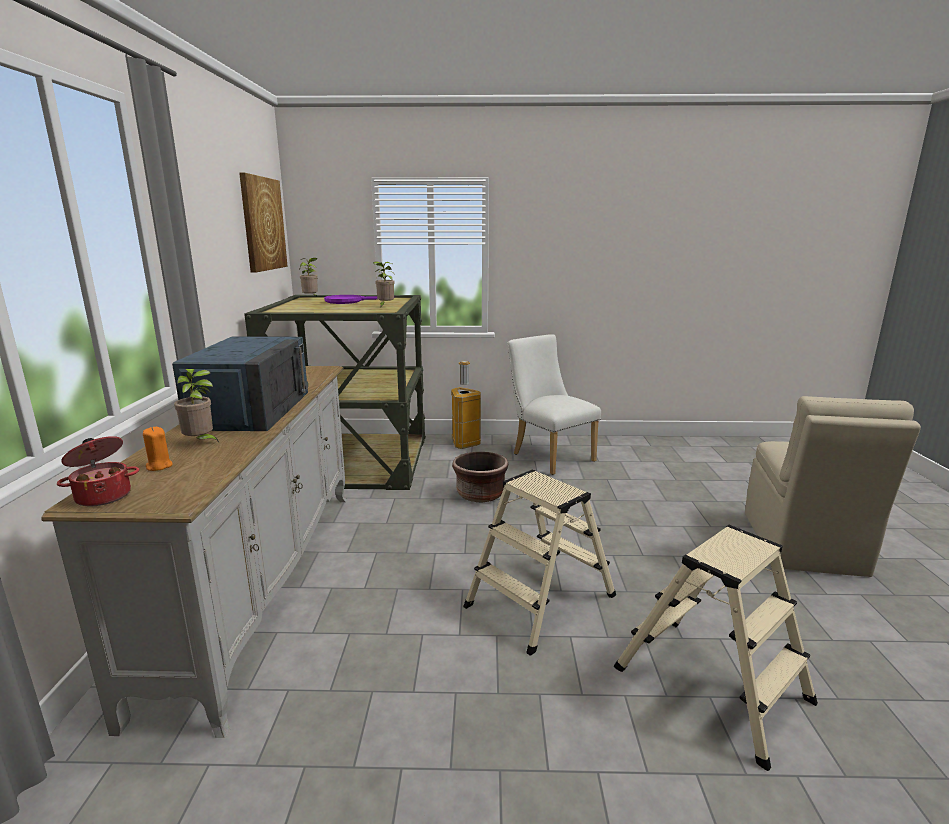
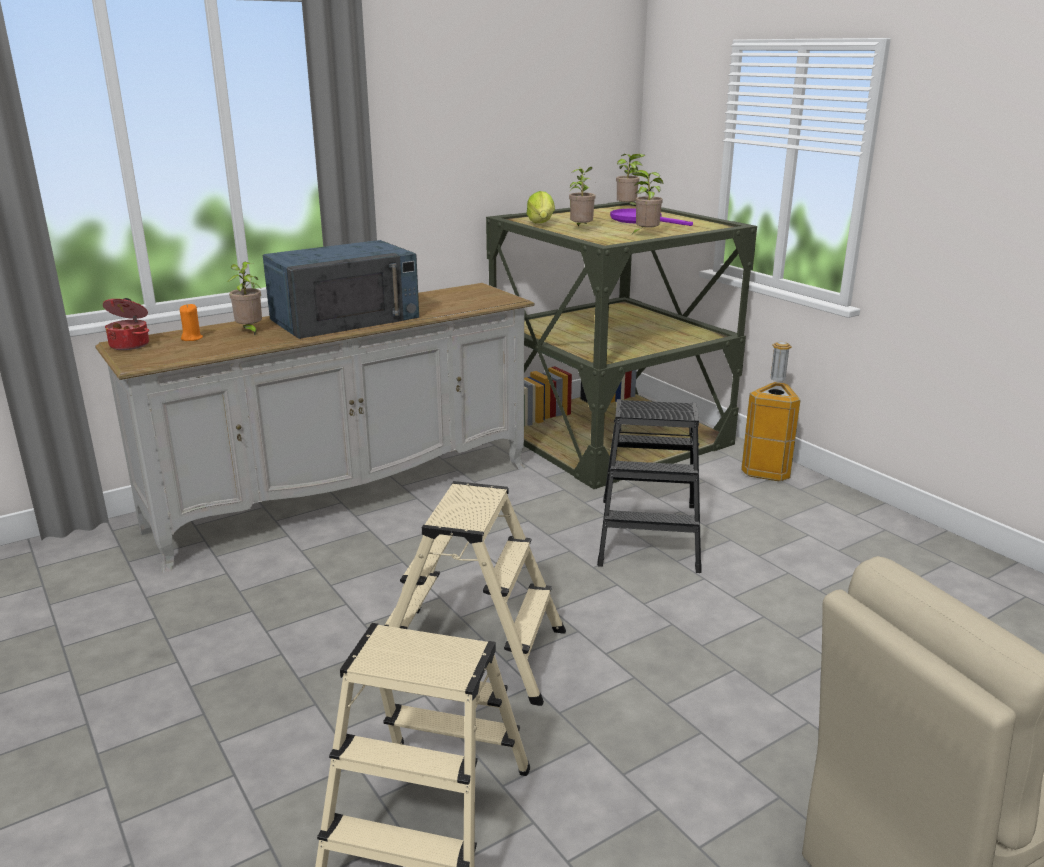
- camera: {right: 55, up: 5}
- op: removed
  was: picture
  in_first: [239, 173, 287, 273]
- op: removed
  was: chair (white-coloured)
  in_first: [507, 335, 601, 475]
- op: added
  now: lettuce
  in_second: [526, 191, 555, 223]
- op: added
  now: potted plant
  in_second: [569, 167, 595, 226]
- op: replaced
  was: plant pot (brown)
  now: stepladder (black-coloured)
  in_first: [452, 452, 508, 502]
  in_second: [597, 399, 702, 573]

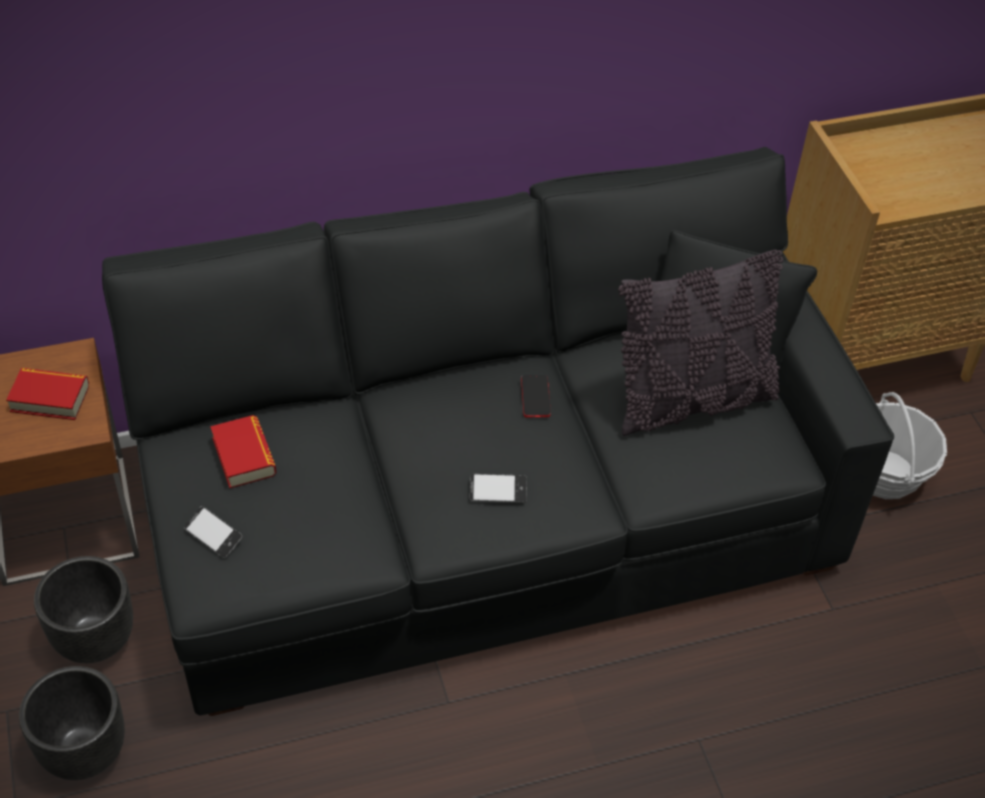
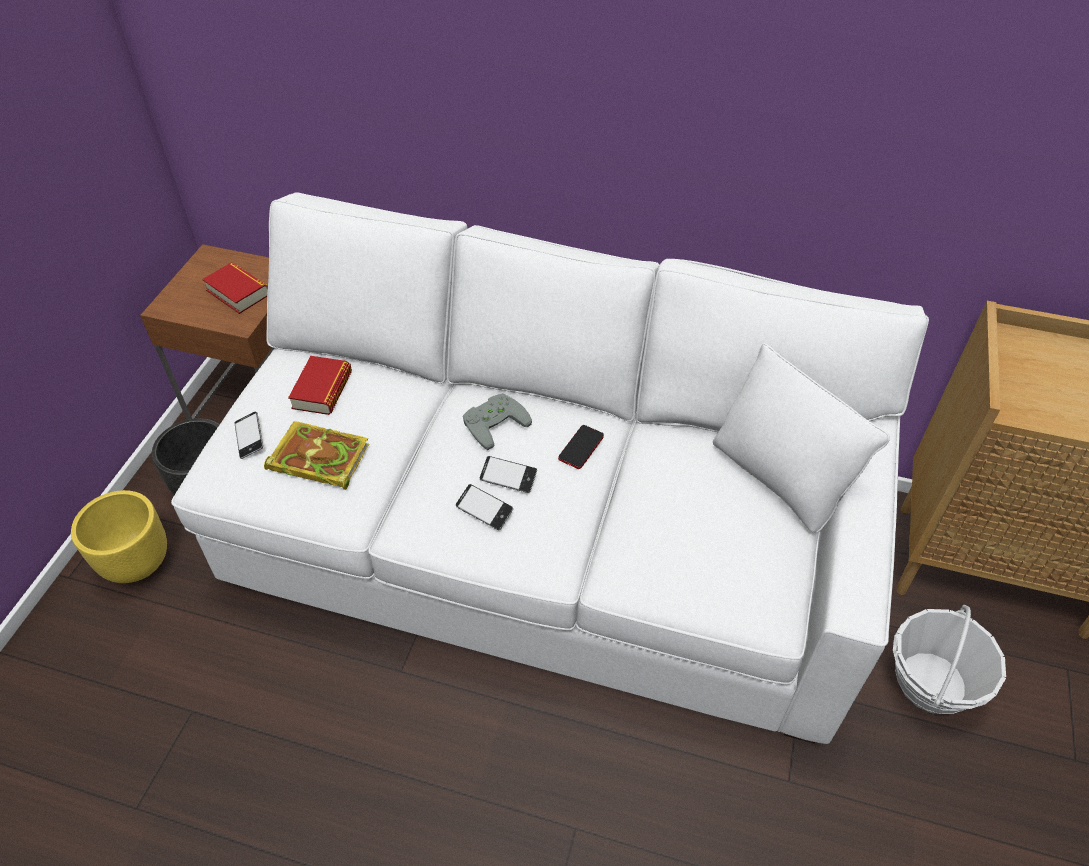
- camera: {right: 35, up: 0}
- op: removed
  was: throw pillow (black-coloured)
  in_first: [618, 250, 783, 436]
- op: added
  now: bound book
  in_second: [264, 421, 369, 490]
- op: added
  now: game controller (greyish)
  in_second: [463, 393, 532, 450]
- op: added
  now: handset
  in_second: [480, 456, 537, 493]
- op: recoloured
  was: plant pot (black-coloured)
  now: plant pot (yellow-coloured)
  in_first: [19, 666, 125, 780]
  in_second: [71, 490, 167, 583]
- op: recoloured
  was: settee (black-coloured)
  now: settee (white-coloured)
  in_first: [102, 147, 894, 716]
  in_second: [171, 192, 929, 744]

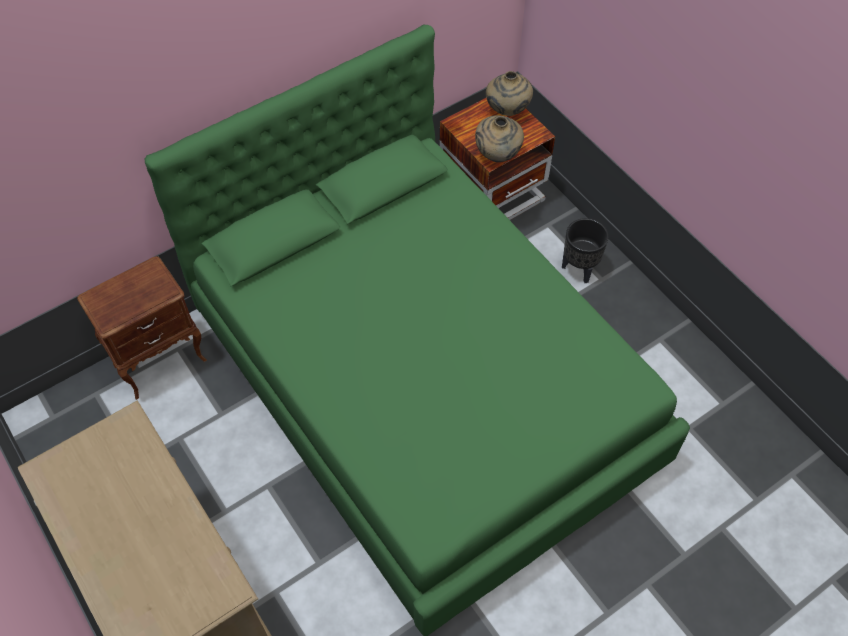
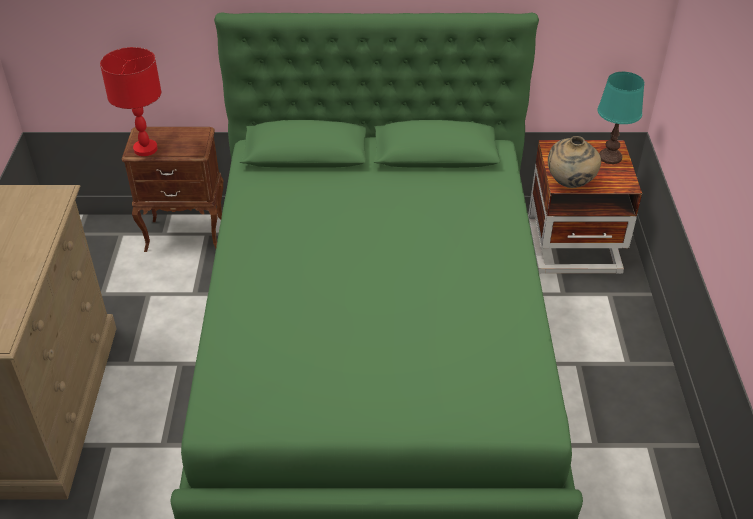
- camera: {right: 35, up: -15}
- op: removed
  was: plant pot (black-coloured)
  in_first: [562, 218, 609, 283]
- op: added
  now: lamp for a table (red)
  in_second: [100, 47, 161, 156]
- op: replaced
  was: decorative vase (beige-coloured)
  now: lamp for a table (blue-green)
  in_first: [486, 71, 533, 116]
  in_second: [597, 72, 644, 164]

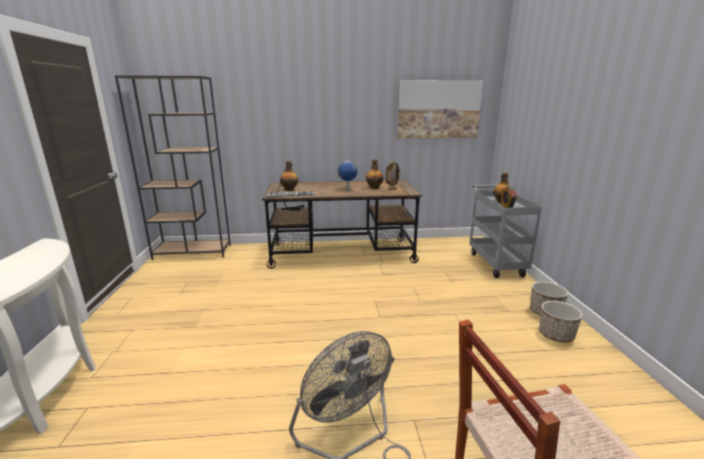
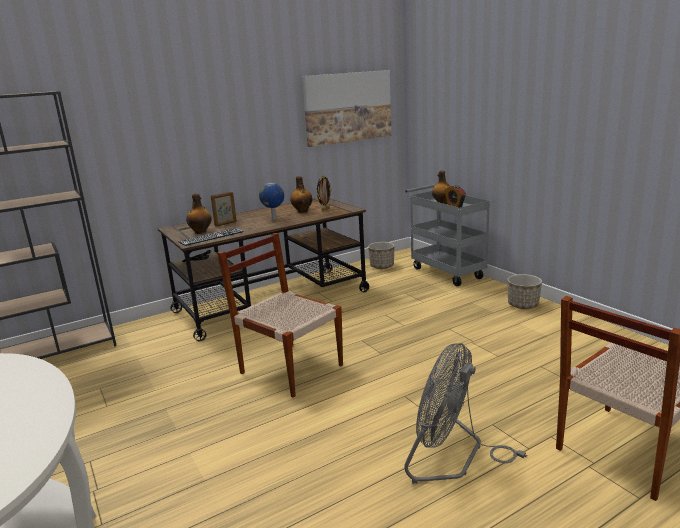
- camera: {right: -25, up: 0}
- op: added
  now: photo frame
  in_second: [211, 192, 237, 226]
- op: added
  now: chair
  in_second: [217, 233, 343, 398]
- op: moved
  was: plant pot
  in_first: [539, 301, 583, 343]
  in_second: [368, 242, 395, 269]

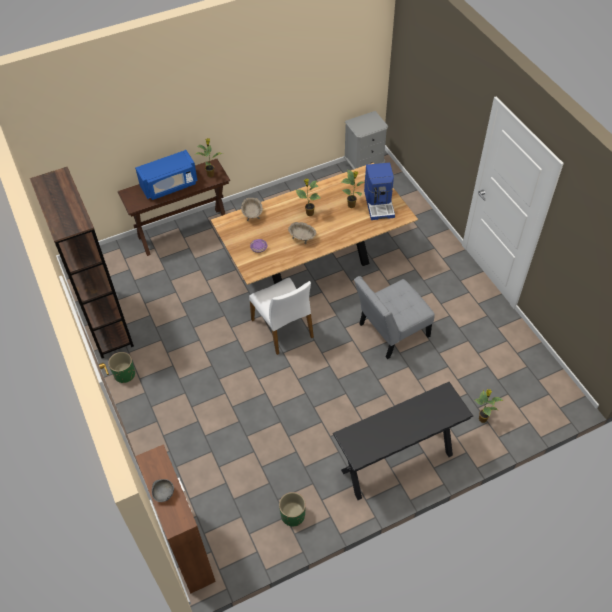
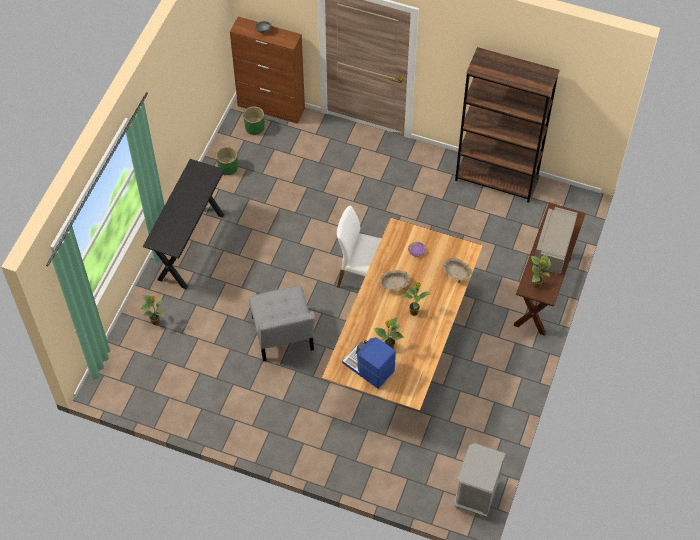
- camera: {right: 135, up: 5}
- op: moved
  was: plant pot (green-coloured)
  in_first: [108, 352, 135, 383]
  in_second: [243, 106, 265, 136]
- op: recoloured
  was: microwave oven (blue)
  now: microwave oven (greyish)
  in_first: [135, 150, 198, 200]
  in_second: [535, 207, 578, 275]
- op: turned
  was: chair (greyish)
  in_first: [354, 276, 435, 359]
  in_second: [249, 286, 315, 362]
  clockwise: 150

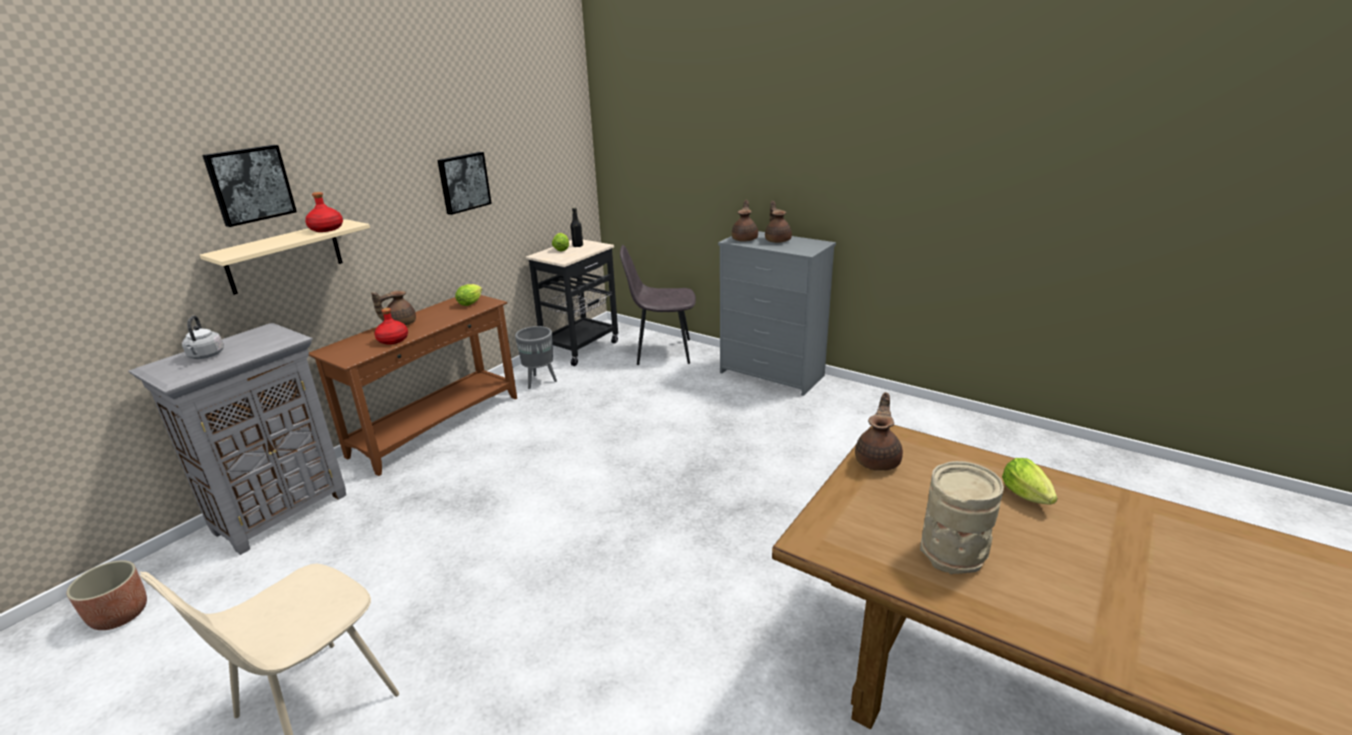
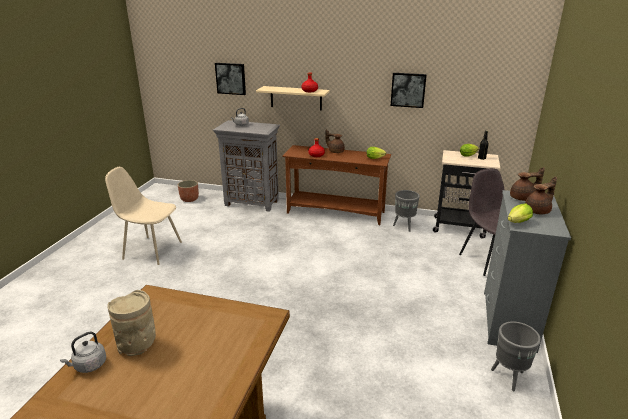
- camera: {right: 70, up: 0}
- op: removed
  was: pot for tea (brown)
  in_first: [855, 392, 903, 471]
- op: added
  now: tea kettle (greyish)
  in_second: [60, 332, 106, 373]
- op: added
  now: plant pot (greyish)
  in_second: [491, 322, 541, 391]
- op: moved
  was: picture
  in_first: [202, 145, 297, 227]
  in_second: [215, 63, 246, 95]
- op: moved
  was: lettuce
  in_first: [1002, 458, 1057, 504]
  in_second: [508, 203, 533, 223]

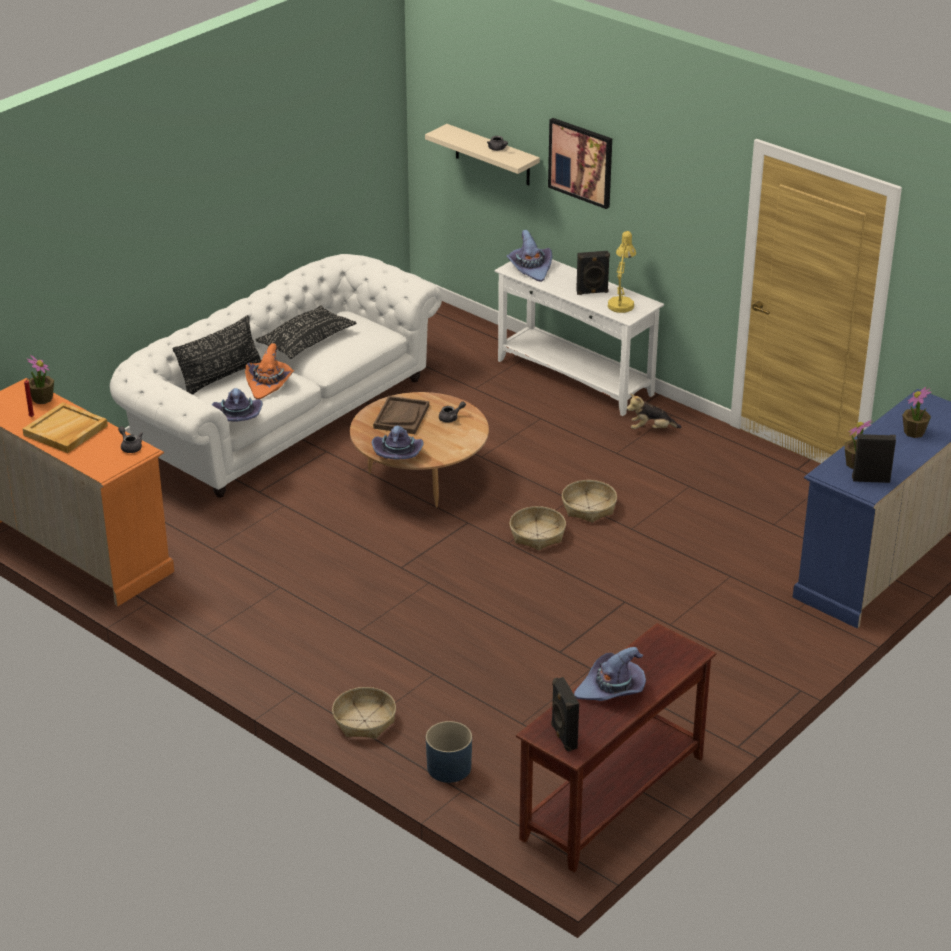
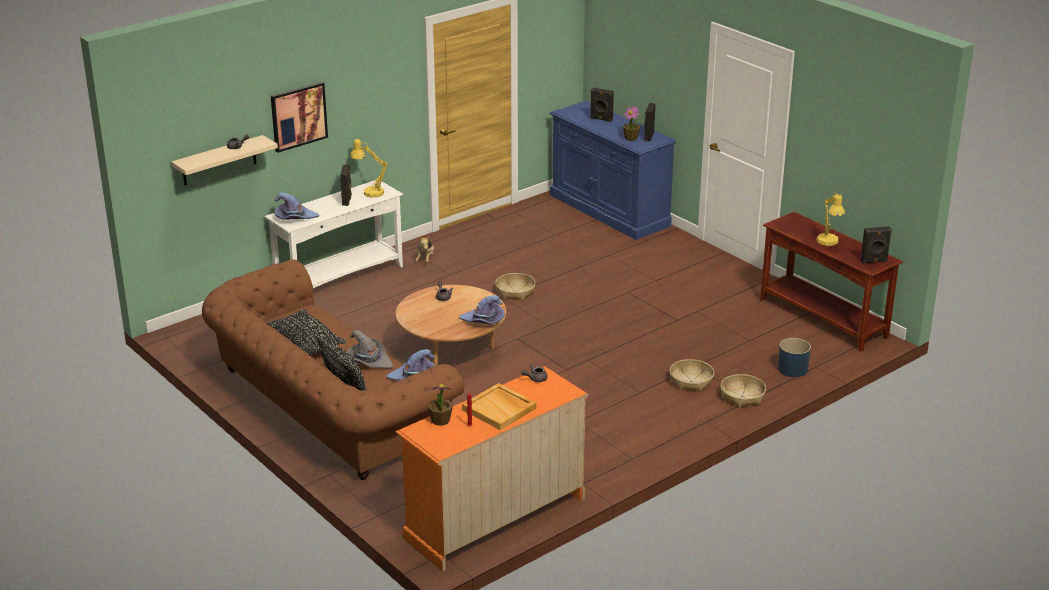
- camera: {right: -80, up: -5}
- op: removed
  was: tray (brown)
  in_first: [373, 396, 429, 434]
- op: moved
  was: household basket
  in_first: [509, 506, 566, 550]
  in_second: [669, 359, 714, 392]
- op: replaced
  was: wearable hat (purple)
  now: lamp for a table (yellow-coloured)
  in_first: [574, 647, 646, 701]
  in_second: [817, 193, 845, 246]
- op: replaced
  was: potted plant
  now: audio speaker (black-coloured)
  in_first: [902, 387, 931, 438]
  in_second: [590, 88, 614, 122]
- op: recoloured
  was: settee (white-coloured)
  now: settee (brown)
  in_first: [110, 254, 442, 498]
  in_second: [202, 259, 465, 480]
- op: recoloured
  was: wearable hat (orange)
  now: wearable hat (greyish)
  in_first: [245, 343, 294, 399]
  in_second: [347, 330, 393, 369]

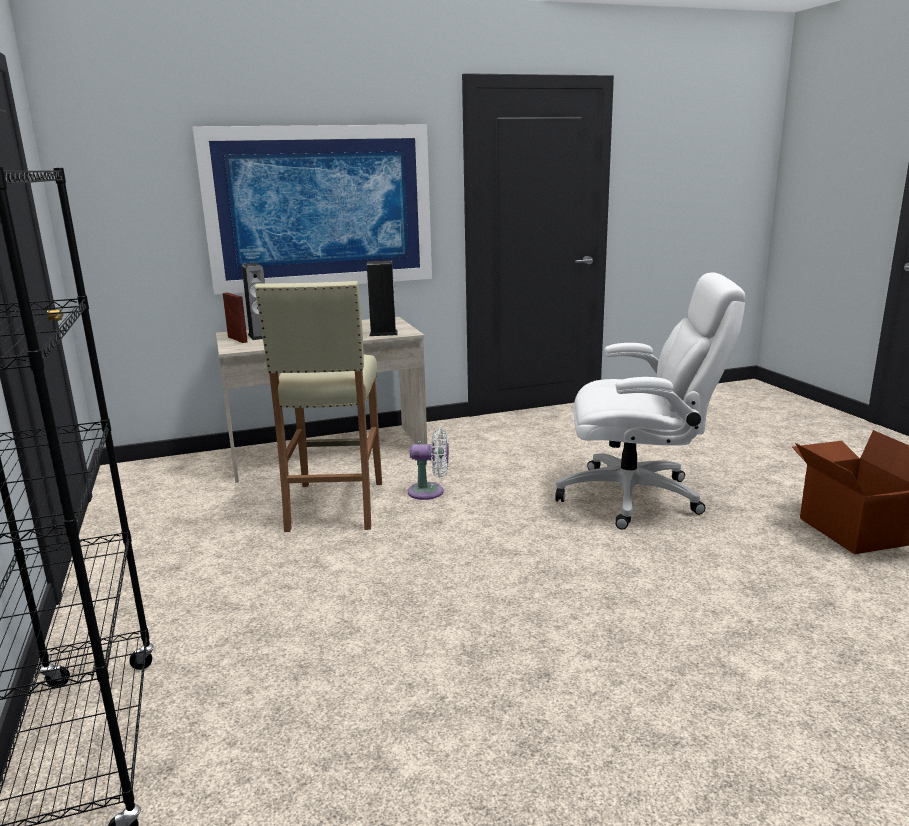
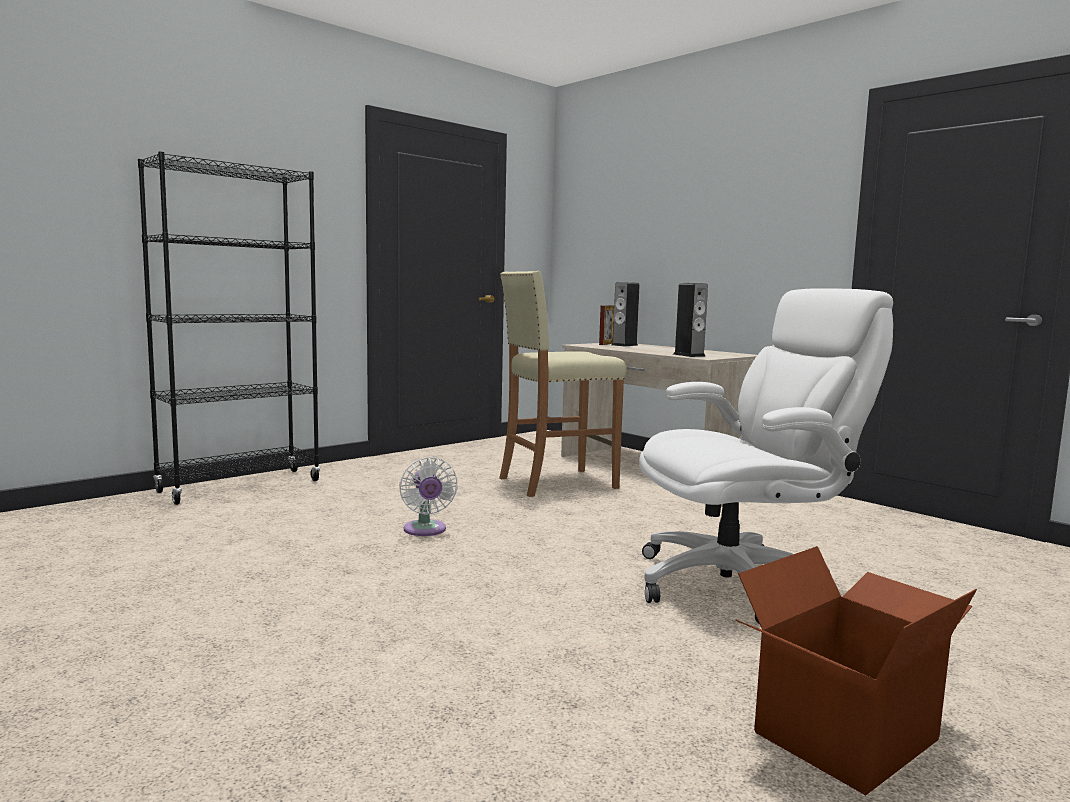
- camera: {right: 65, up: -10}
- op: removed
  was: picture
  in_first: [193, 124, 432, 295]
- op: moved
  was: fan (white-coloured)
  in_first: [408, 428, 449, 500]
  in_second: [399, 457, 458, 536]
- op: turned
  was: computer chair (white-coloured)
  in_first: [555, 272, 745, 530]
  in_second: [639, 288, 893, 623]
  clockwise: -90

